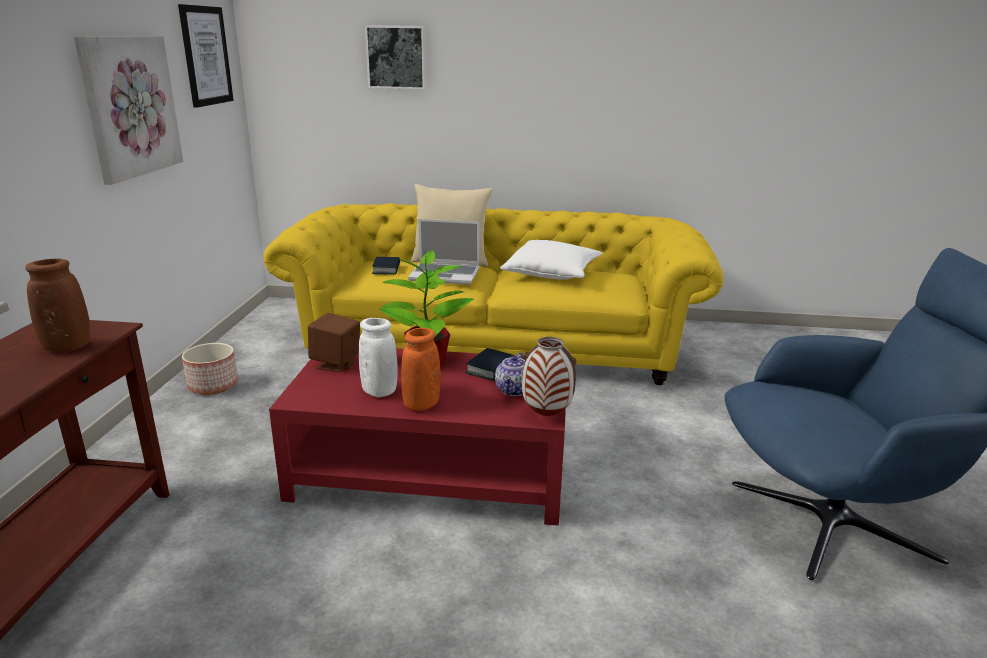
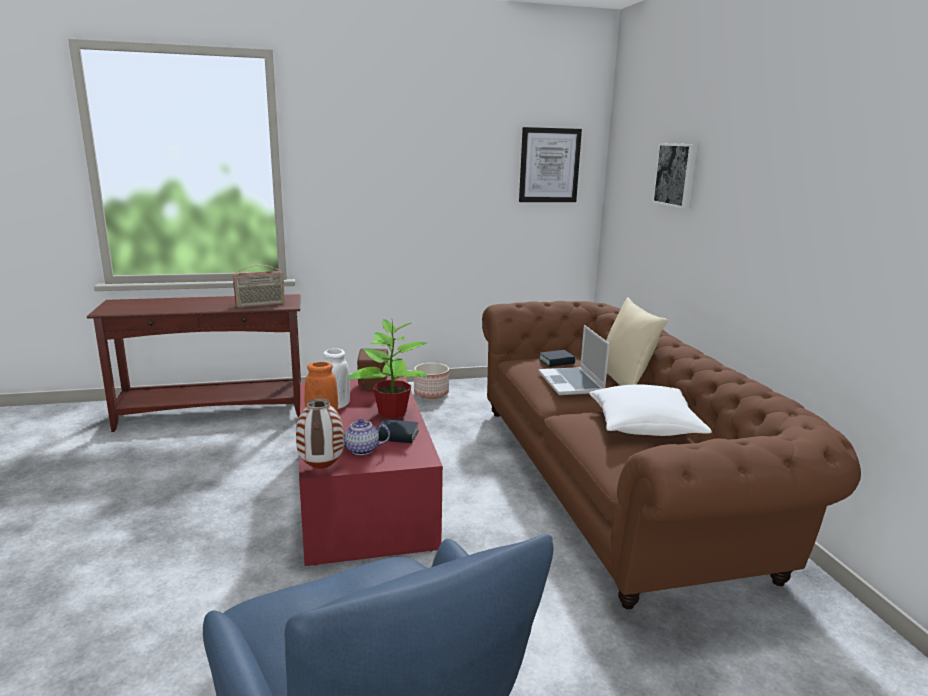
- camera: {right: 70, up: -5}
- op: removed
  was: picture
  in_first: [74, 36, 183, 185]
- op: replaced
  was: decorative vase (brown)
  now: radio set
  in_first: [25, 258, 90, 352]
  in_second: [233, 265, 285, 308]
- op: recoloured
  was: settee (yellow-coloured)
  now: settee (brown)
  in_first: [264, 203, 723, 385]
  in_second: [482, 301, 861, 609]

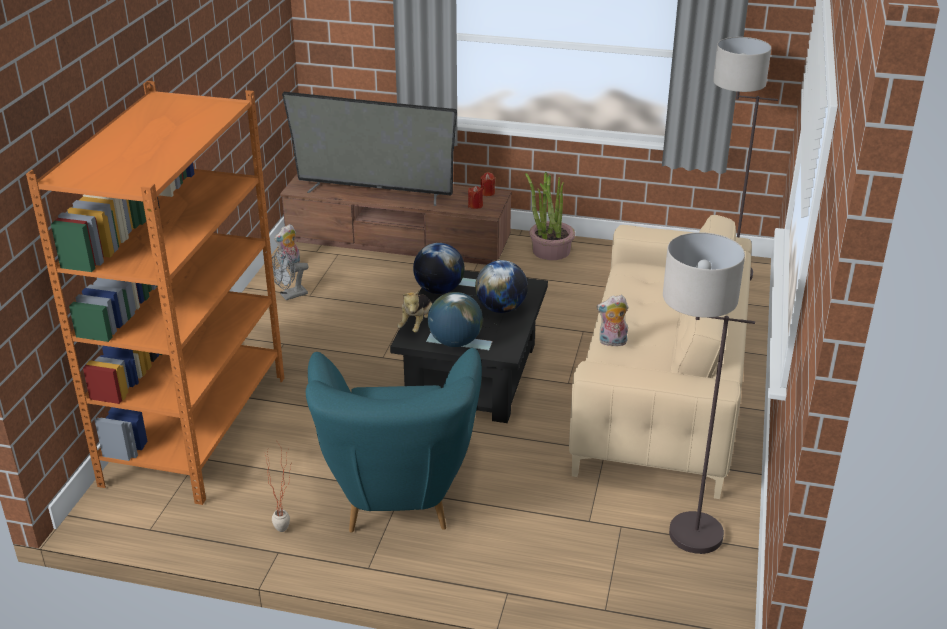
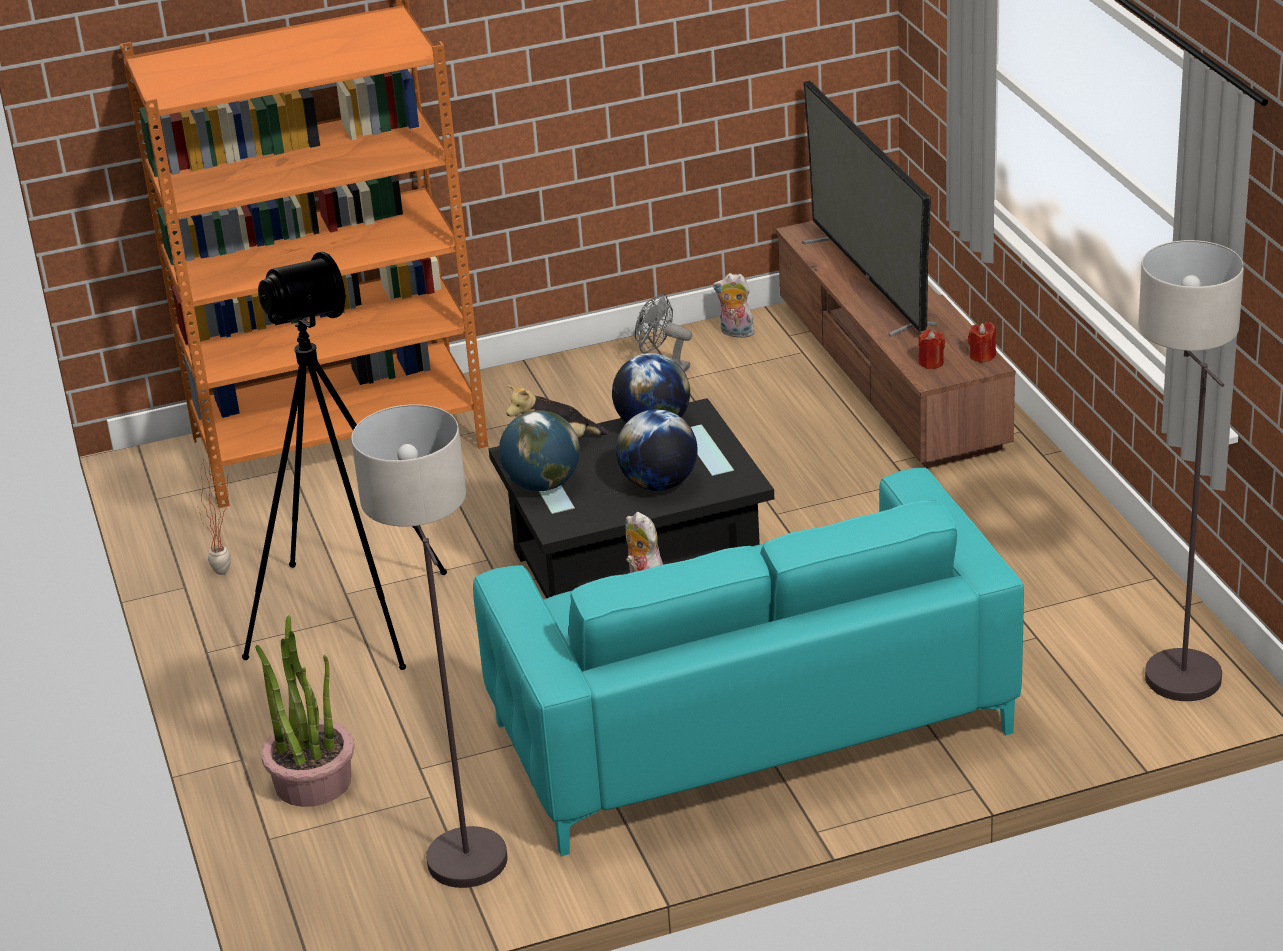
- camera: {right: 60, up: 0}
- op: moved
  was: potted plant
  in_first: [525, 172, 575, 260]
  in_second: [255, 615, 354, 807]
- op: replaced
  was: lounge chair (blue-green)
  now: standing lamp (black-coloured)
  in_first: [306, 348, 482, 532]
  in_second: [242, 252, 447, 670]
- op: recoloured
  was: settee (beige-coloured)
  now: settee (blue-green)
  in_first: [569, 215, 752, 499]
  in_second: [473, 468, 1024, 856]

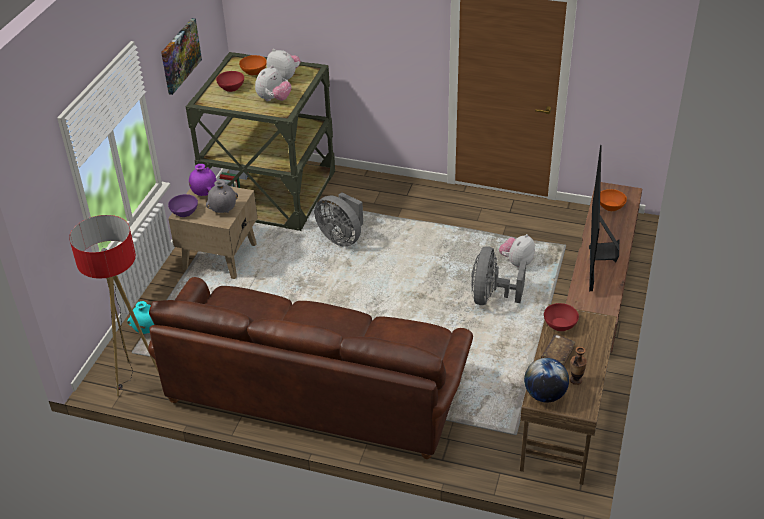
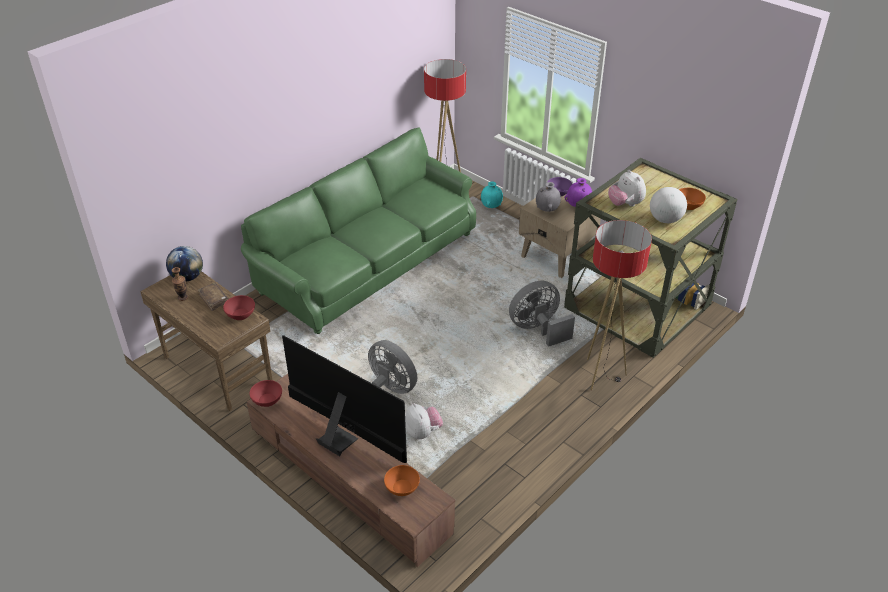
- camera: {right: 115, up: 0}
- op: removed
  was: picture
  in_first: [161, 18, 202, 95]
- op: added
  now: standing lamp
  in_second: [587, 220, 652, 390]
- op: moved
  was: bowl (red)
  in_first: [216, 71, 244, 92]
  in_second: [250, 380, 282, 407]
- op: replaced
  was: cuddly toy
  now: globe
  in_first: [266, 49, 300, 81]
  in_second: [650, 187, 687, 223]
- op: recoloured
  was: settee (brown)
  now: settee (green-coloured)
  in_first: [148, 277, 473, 459]
  in_second: [241, 127, 476, 334]

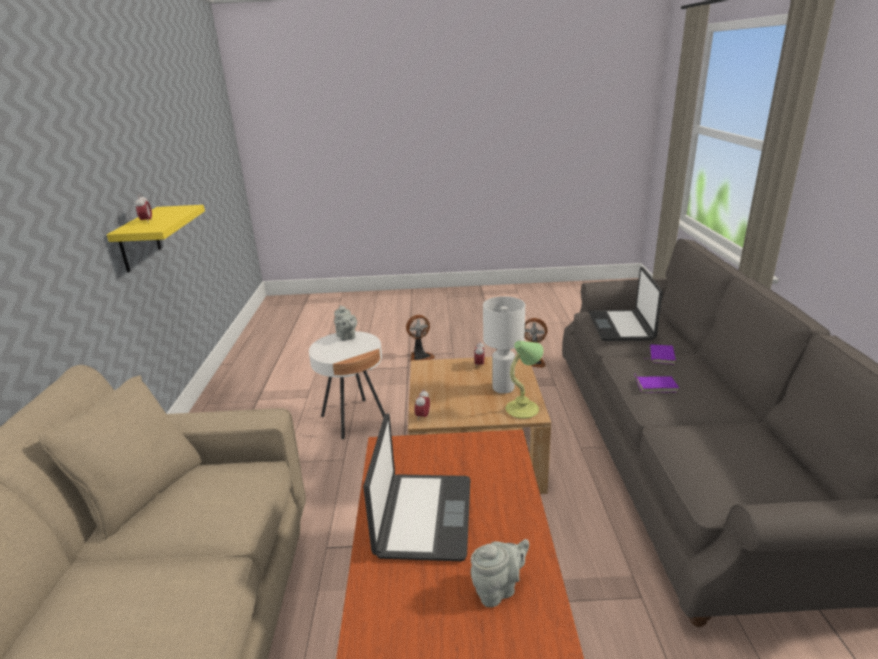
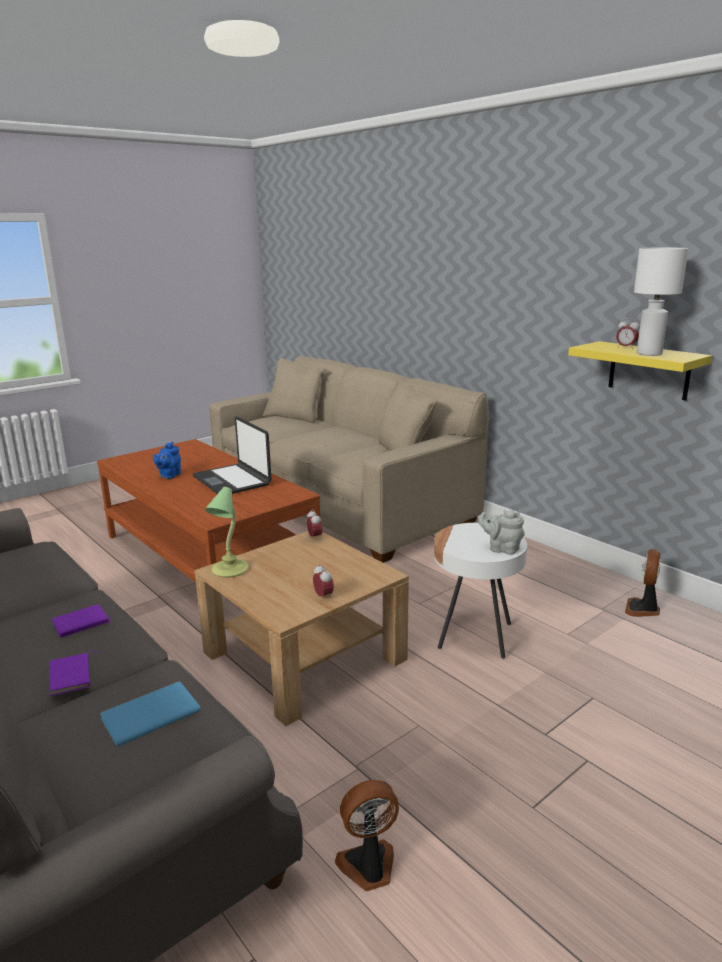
- camera: {right: 140, up: -5}
- op: moved
  was: fan
  in_first: [406, 315, 435, 361]
  in_second: [625, 549, 661, 617]
- op: moved
  was: lamp for a table (white-coloured)
  in_first: [483, 296, 525, 394]
  in_second: [634, 248, 688, 356]
- op: replaced
  was: portable computer
  now: bound book (blue)
  in_first: [589, 267, 663, 341]
  in_second: [100, 682, 201, 747]
- op: recoloured
  was: pot for tea (greyish)
  now: pot for tea (blue)
  in_first: [471, 539, 529, 607]
  in_second: [153, 442, 181, 479]

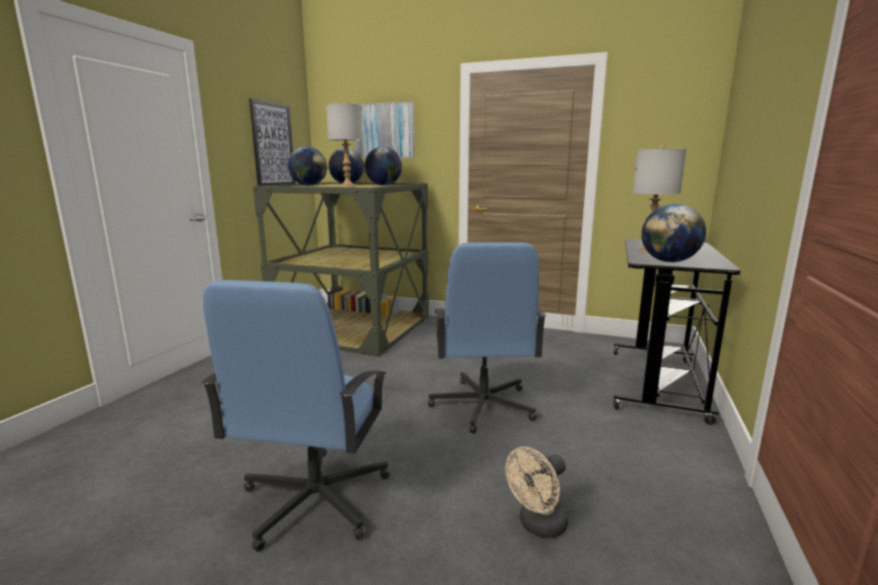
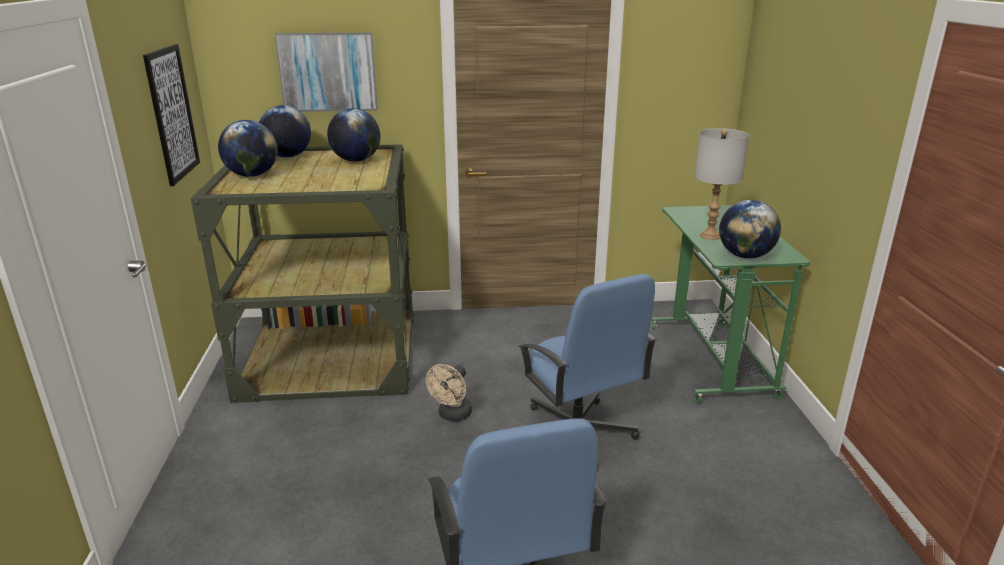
- camera: {right: -25, up: 10}
- op: removed
  was: lamp for a table (greyish)
  in_first: [326, 102, 363, 187]
- op: moved
  was: fan (beige-coloured)
  in_first: [505, 447, 568, 538]
  in_second: [426, 364, 472, 422]
- op: recoloured
  was: desk unit (black-coloured)
  now: desk unit (green-coloured)
  in_first: [613, 239, 741, 425]
  in_second: [651, 205, 810, 403]

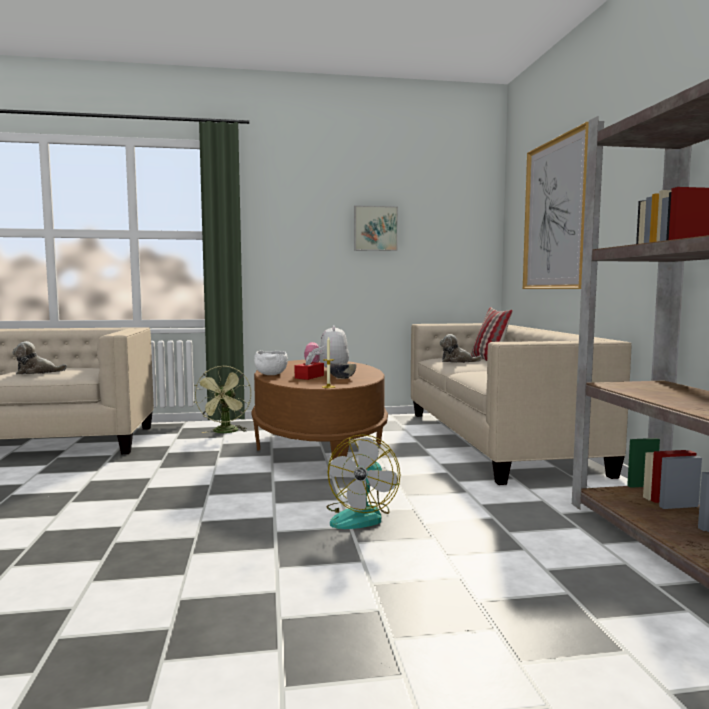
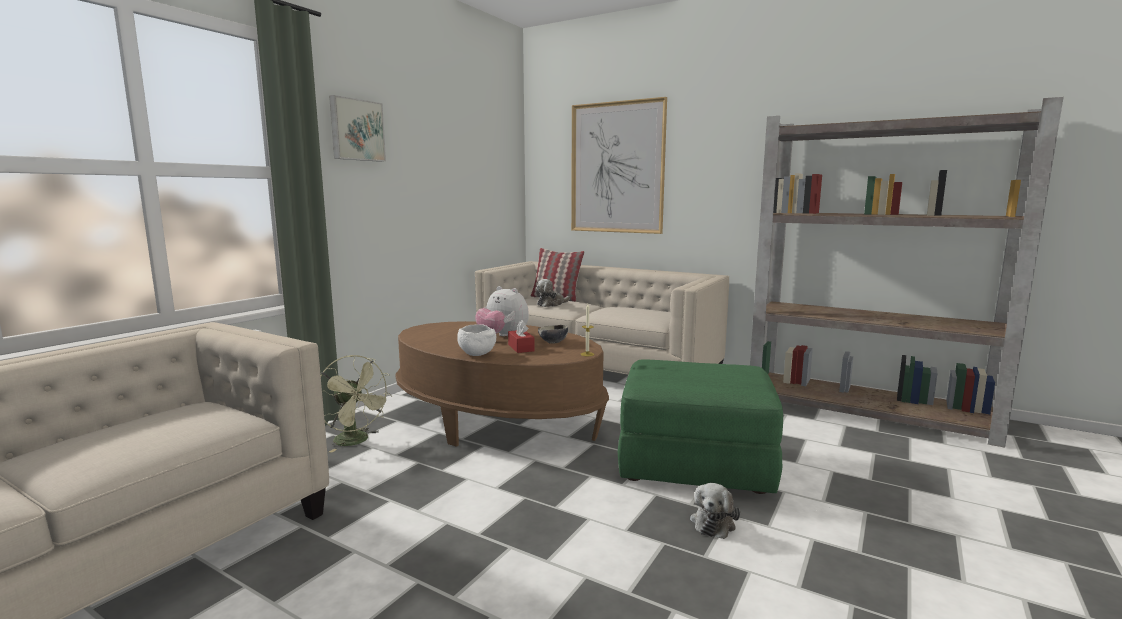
- camera: {right: -50, up: 5}
- op: moved
  was: cuddly toy
  in_first: [13, 341, 67, 374]
  in_second: [690, 483, 740, 539]
- op: moved
  was: picture
  in_first: [354, 205, 398, 251]
  in_second: [329, 95, 386, 162]
- op: replaced
  was: fan
  now: pouffe (green-coloured)
  in_first: [327, 434, 400, 529]
  in_second: [618, 359, 783, 494]

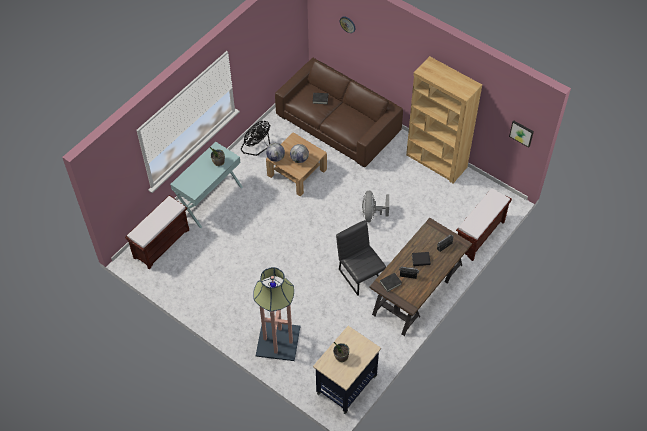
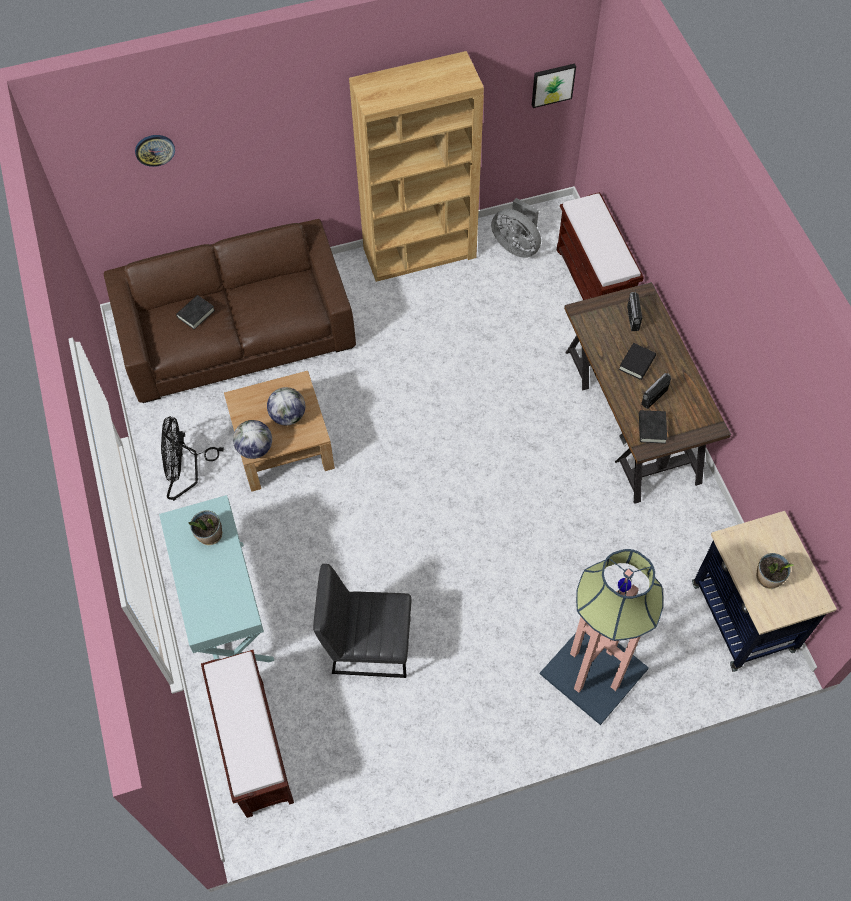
- camera: {right: -55, up: 5}
- op: moved
  was: chair (greyish)
  in_first: [336, 220, 386, 296]
  in_second: [313, 564, 411, 678]
- op: moved
  was: fan (greyish)
  in_first: [362, 191, 389, 222]
  in_second: [491, 198, 541, 258]

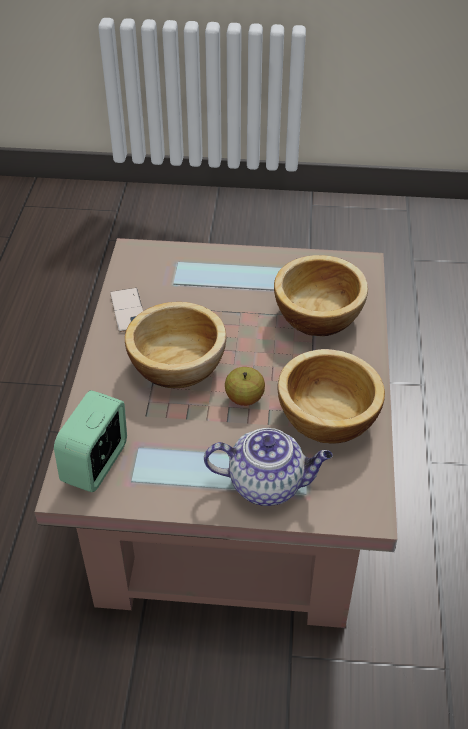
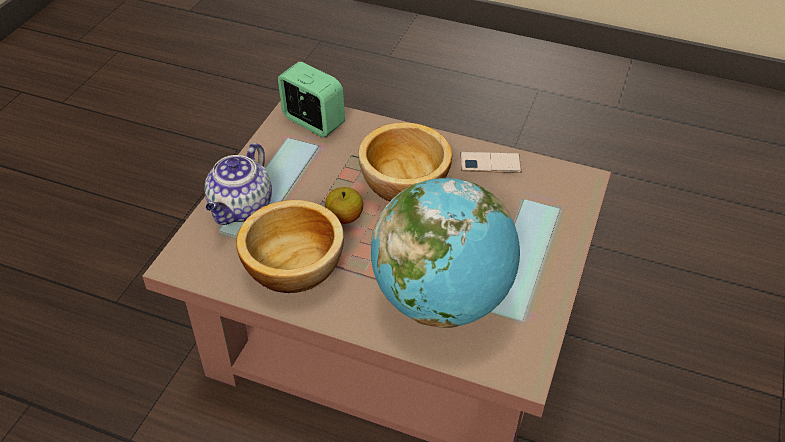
- camera: {right: 105, up: 0}
- op: replaced
  was: bowl
  now: globe
  in_first: [274, 255, 368, 336]
  in_second: [371, 178, 520, 328]

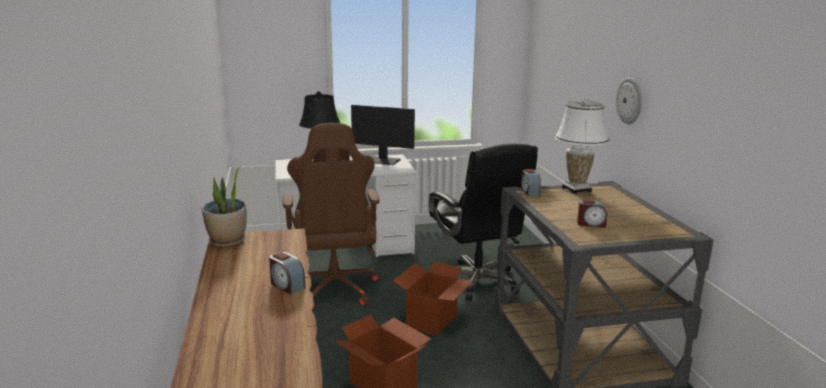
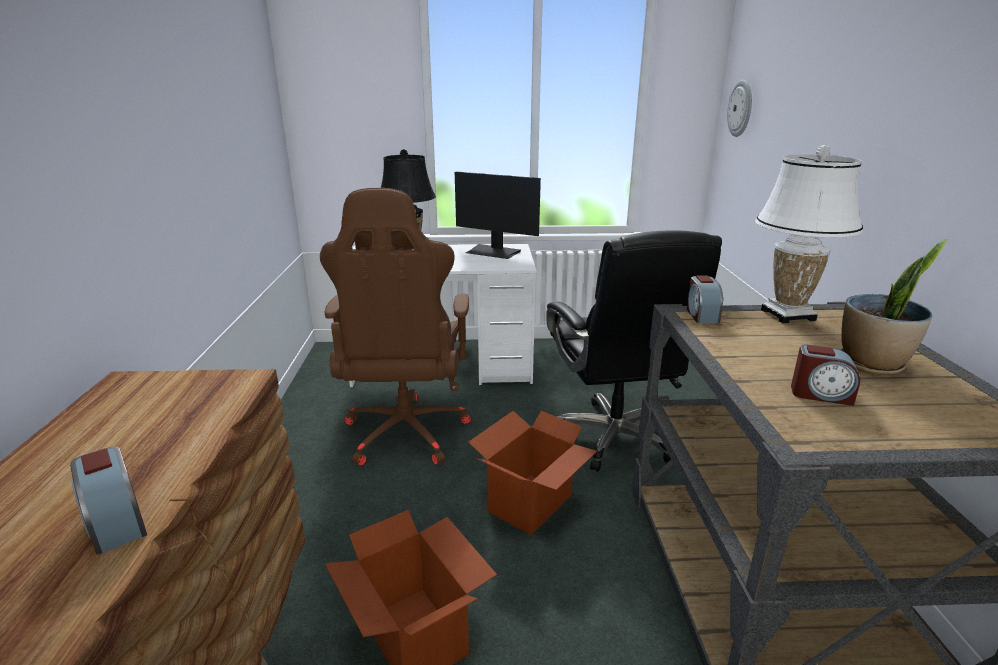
- camera: {right: 10, up: 5}
- op: moved
  was: potted plant
  in_first: [202, 166, 247, 247]
  in_second: [841, 239, 948, 376]
- op: moved
  was: clock on the wall
  in_first: [616, 77, 642, 124]
  in_second: [727, 80, 752, 137]

